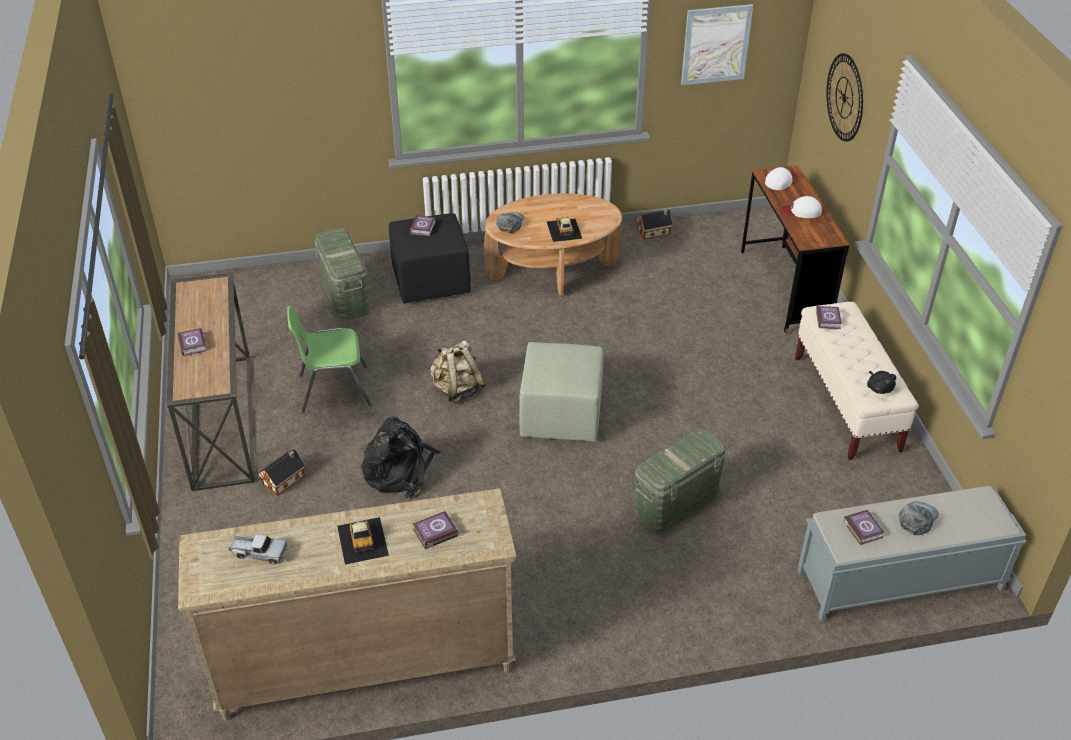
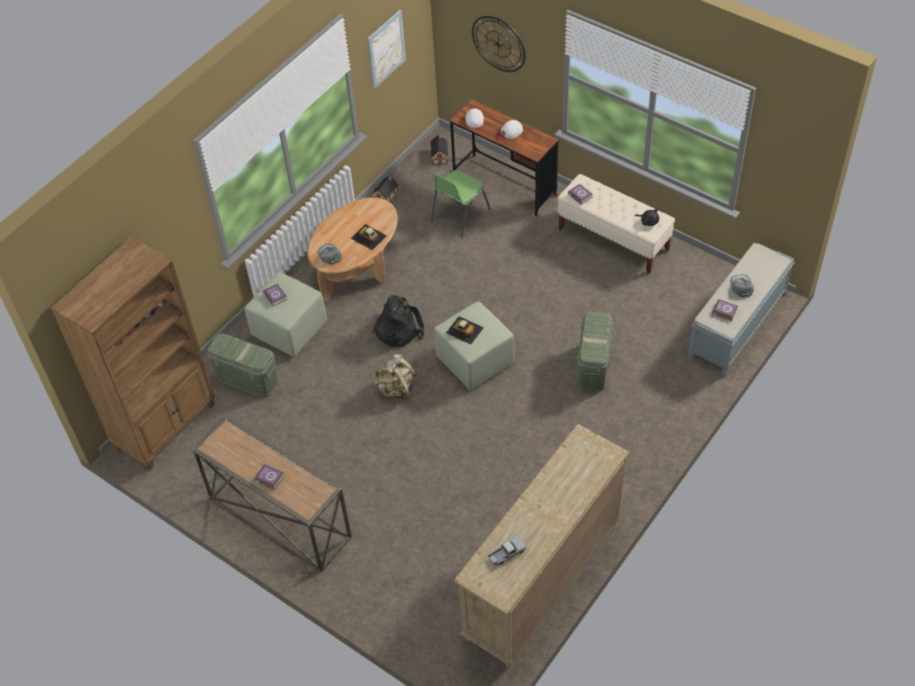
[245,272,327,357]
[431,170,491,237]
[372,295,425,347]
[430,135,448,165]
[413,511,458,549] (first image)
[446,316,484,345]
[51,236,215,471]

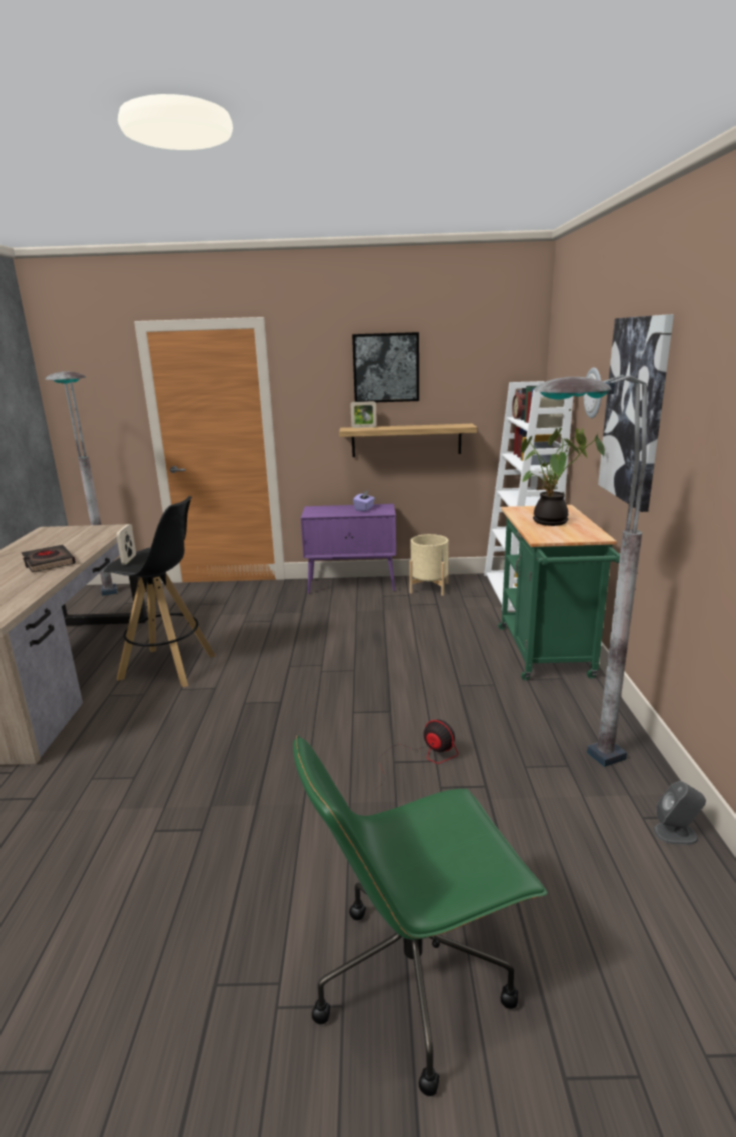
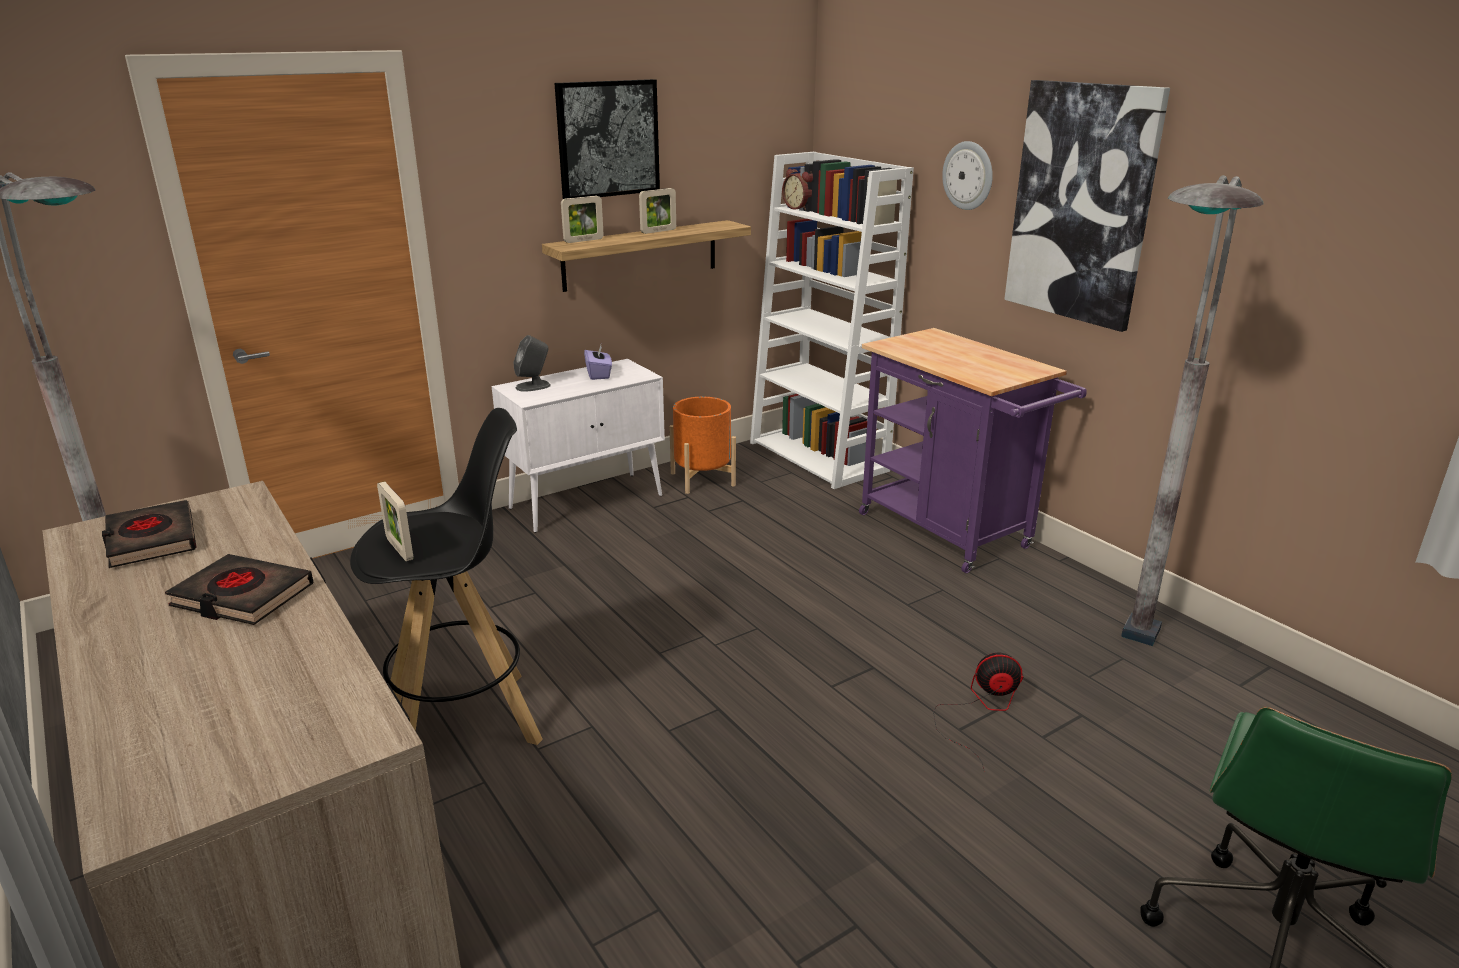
[521,428,605,526] (first image)
[492,359,665,533]
[859,328,1087,573]
[669,397,736,494]
[513,335,551,392]
[639,188,676,234]
[102,500,197,568]

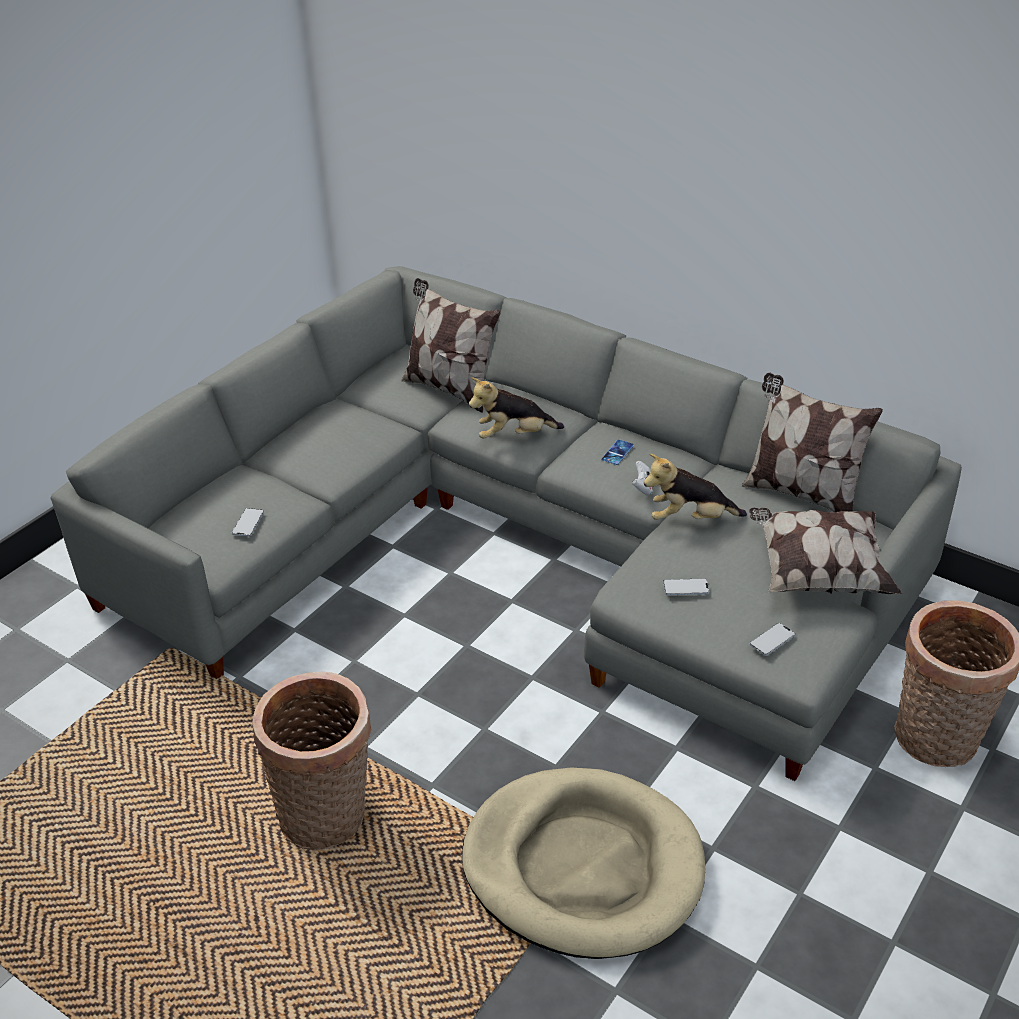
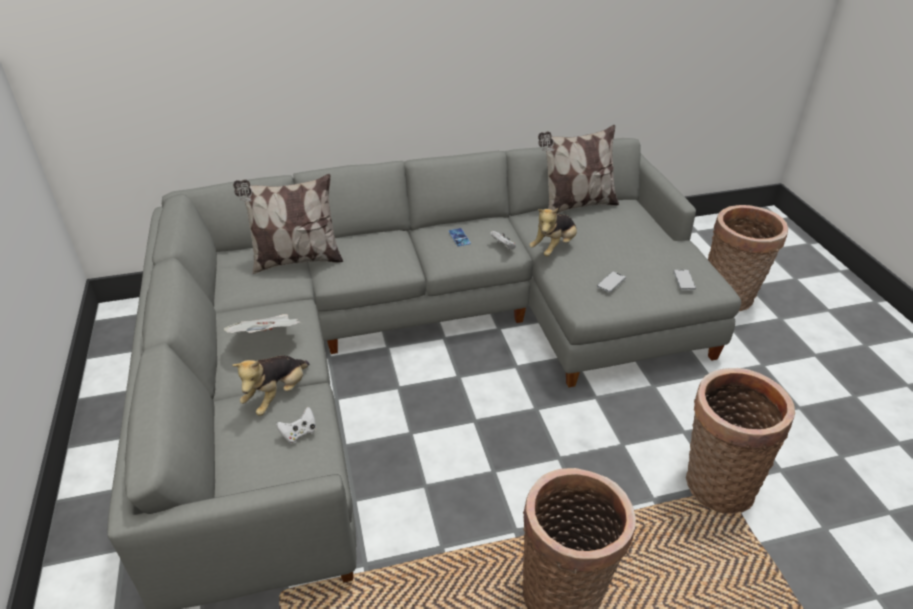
[232,355,309,416]
[749,507,902,594] (first image)
[276,407,316,444]
[686,368,795,514]
[224,314,301,333]

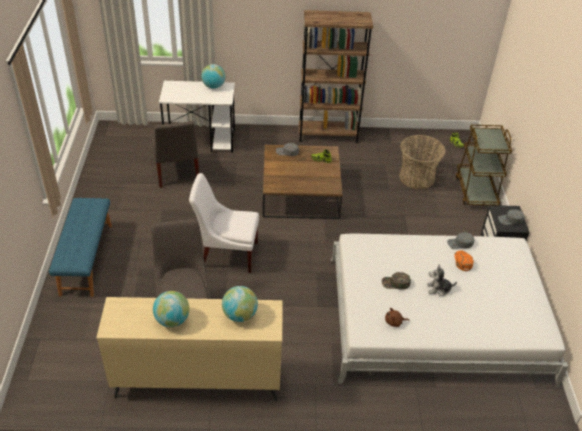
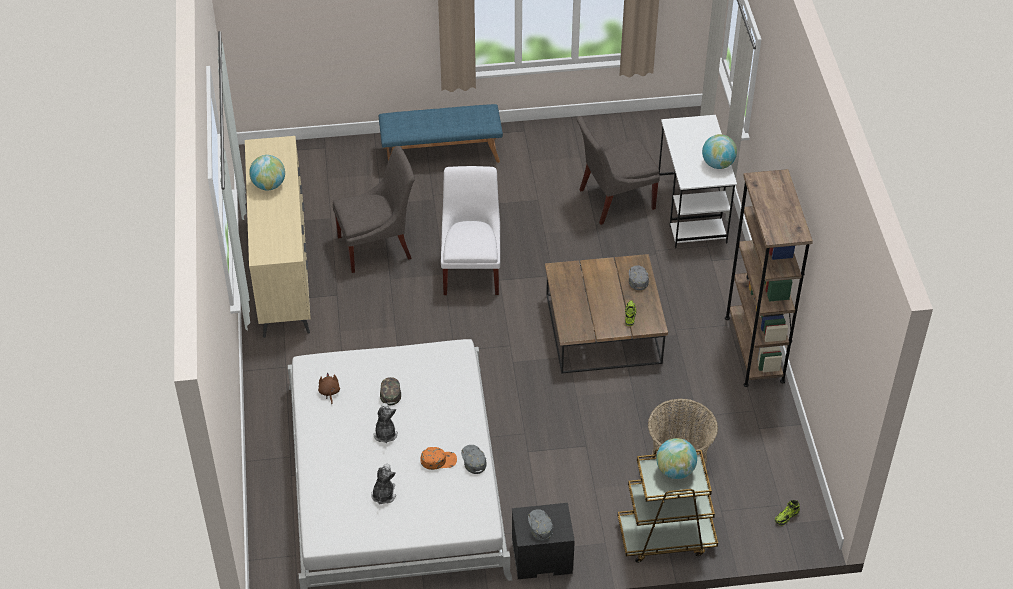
[656,438,697,479]
[371,464,396,505]

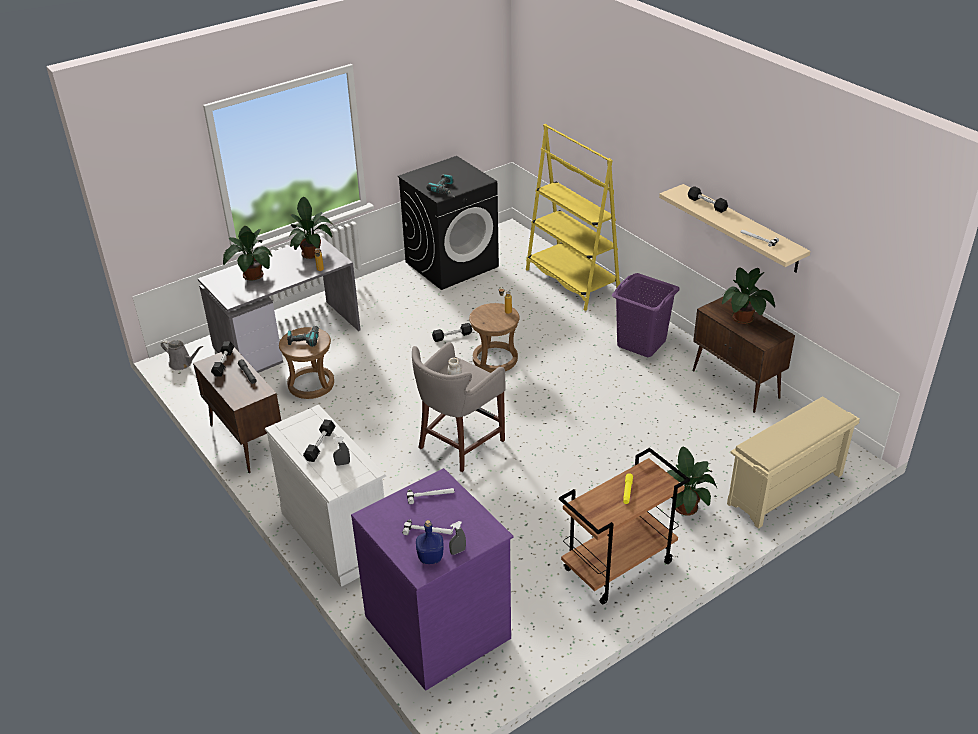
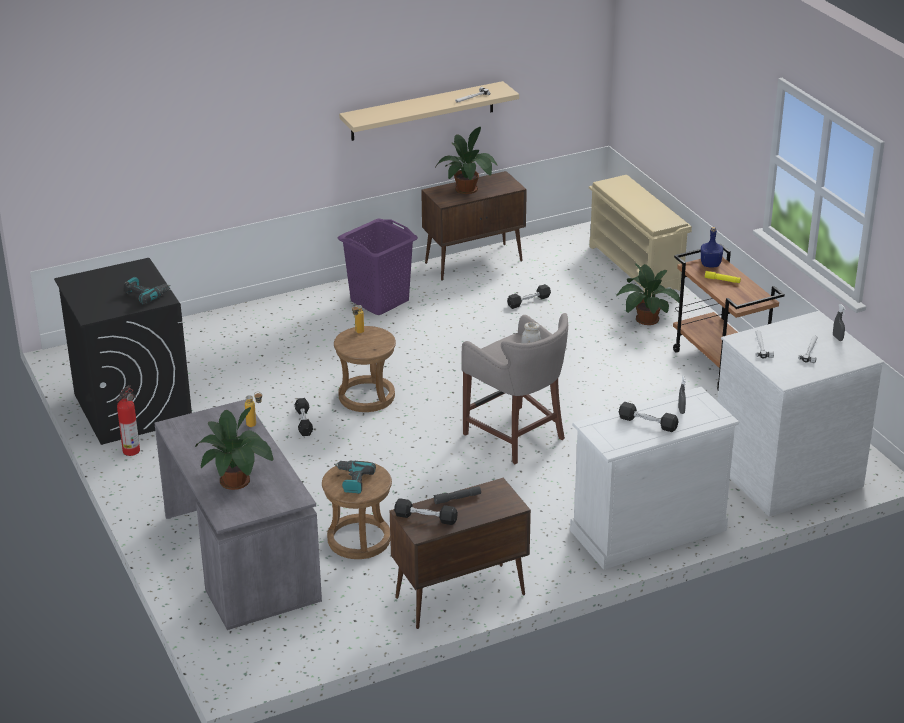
[526,124,620,311] (first image)
[507,284,551,309]
[288,197,332,259] (first image)
[161,340,203,370] (first image)
[717,311,884,517]
[701,227,723,267]
[116,385,140,456]

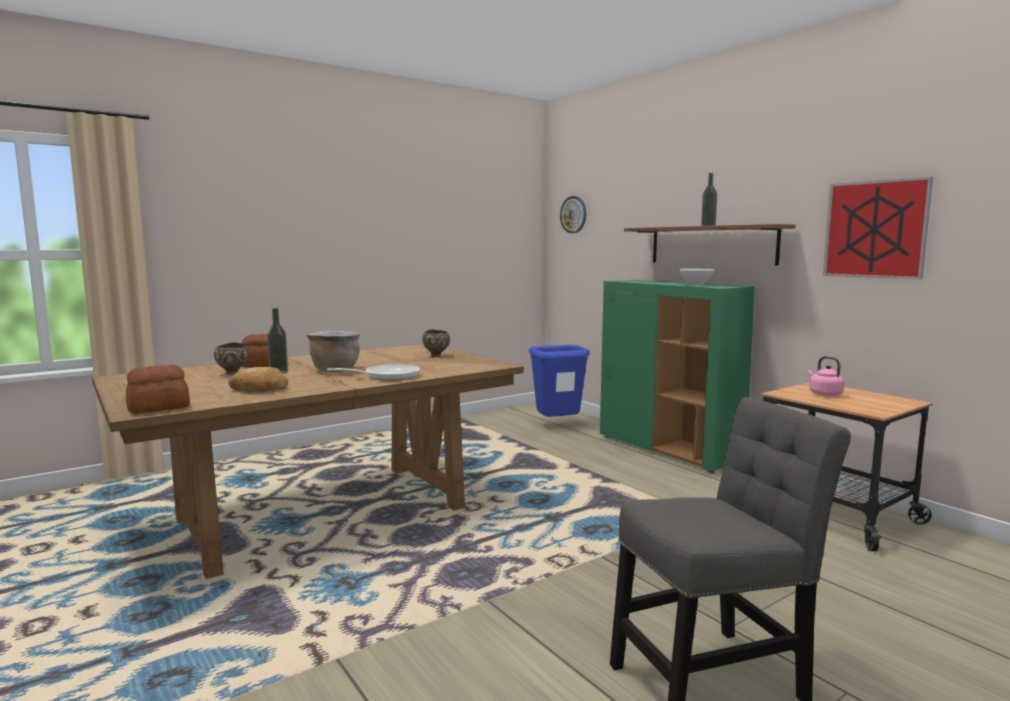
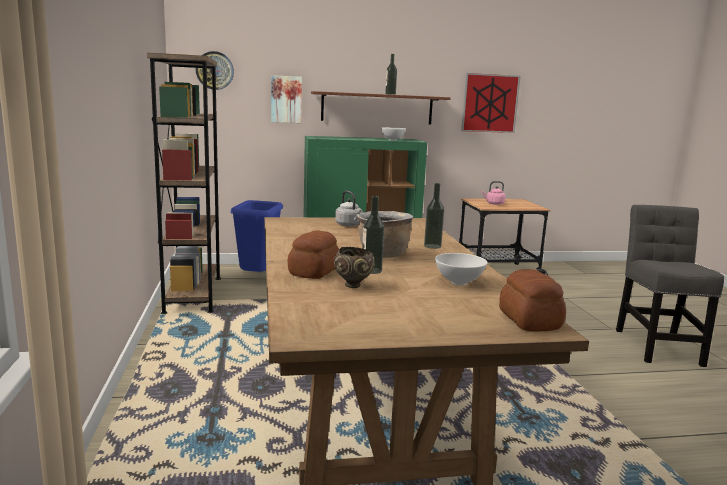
[335,191,363,226]
[424,183,444,249]
[435,253,488,286]
[147,53,221,314]
[271,75,302,123]

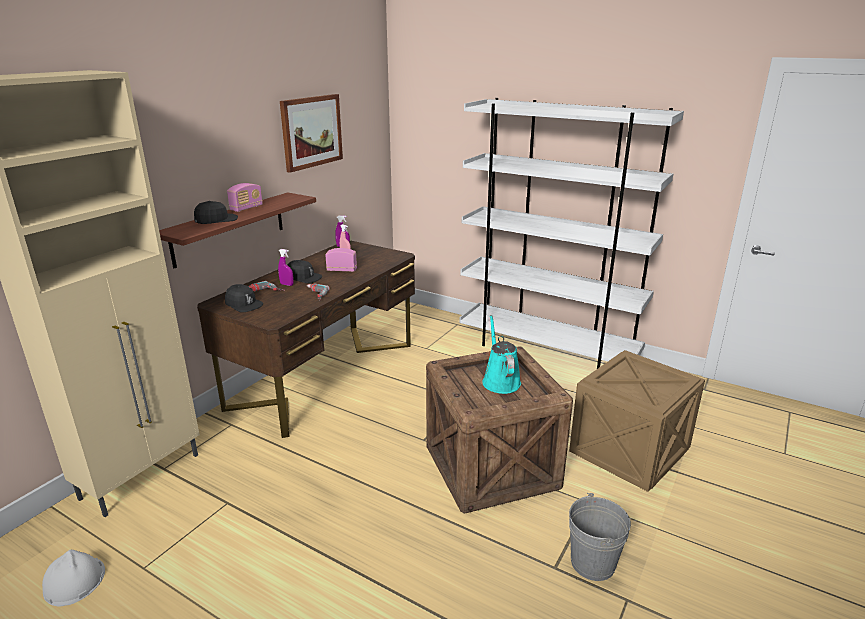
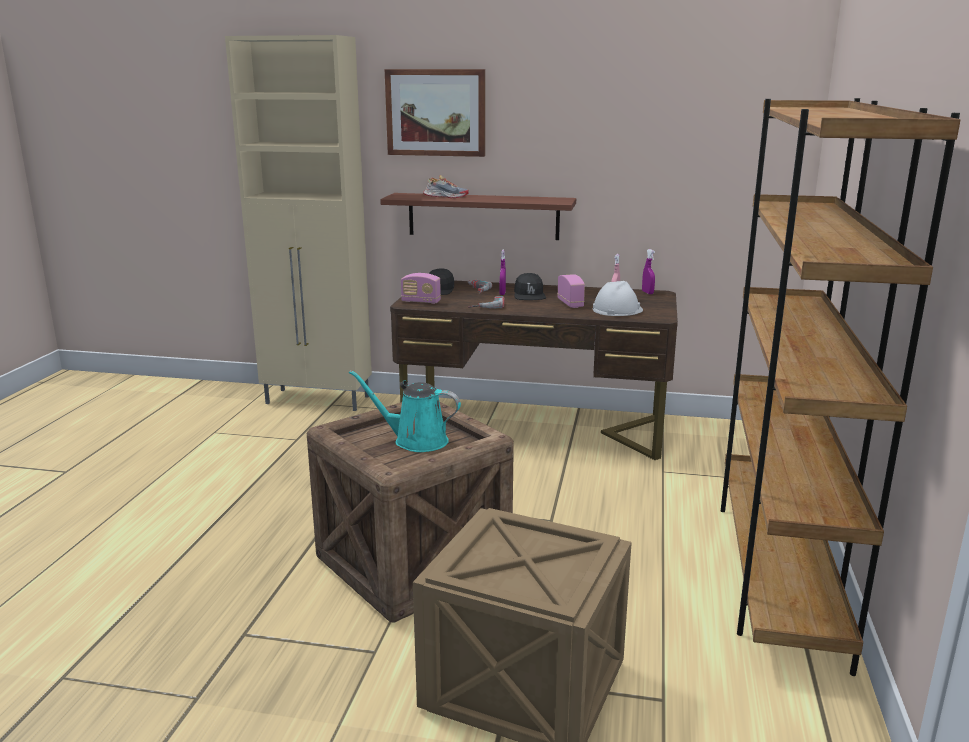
[385,69,485,157]
[721,98,961,676]
[401,273,441,304]
[423,175,469,198]
[349,370,461,452]
[569,493,631,581] (first image)
[593,281,643,316]

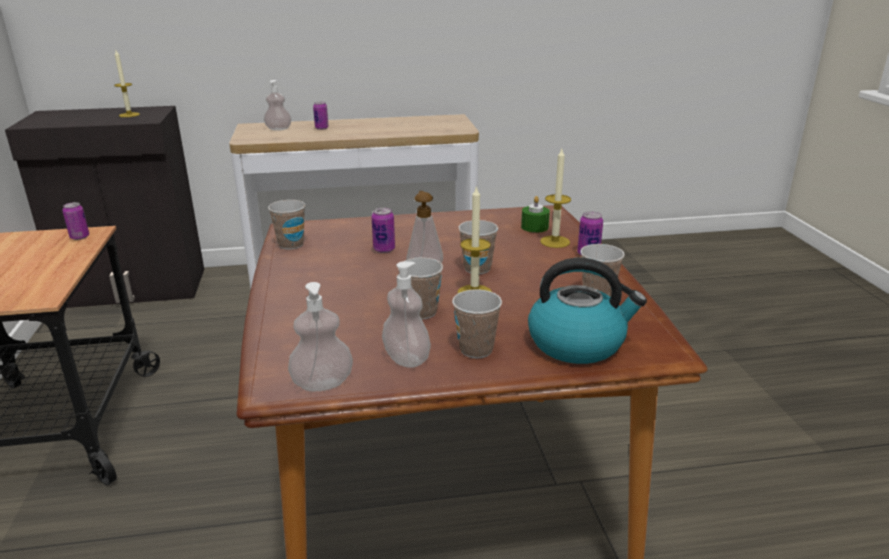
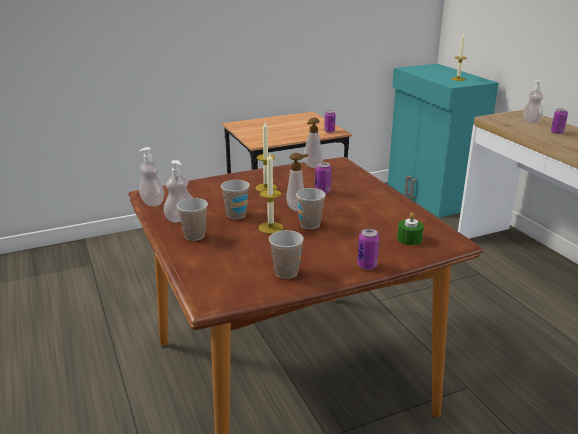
[388,64,499,218]
[256,122,277,192]
[303,118,323,168]
[528,258,647,364] (first image)

